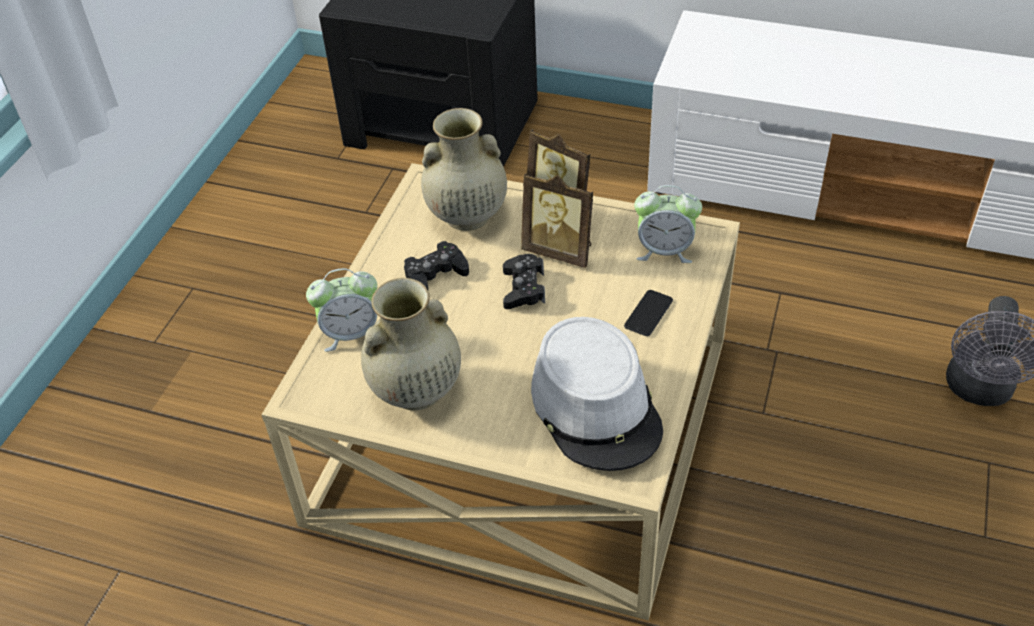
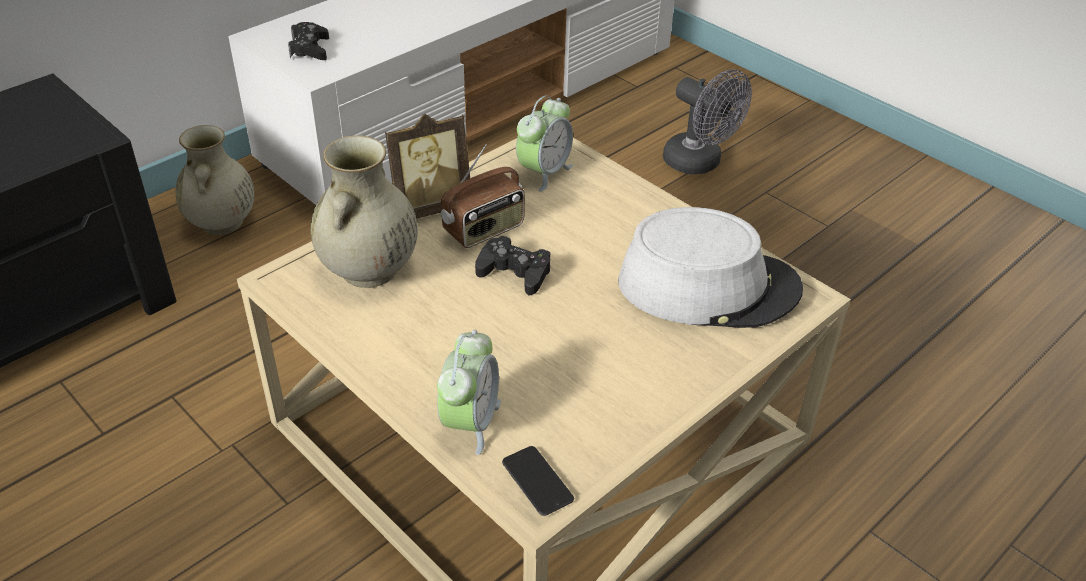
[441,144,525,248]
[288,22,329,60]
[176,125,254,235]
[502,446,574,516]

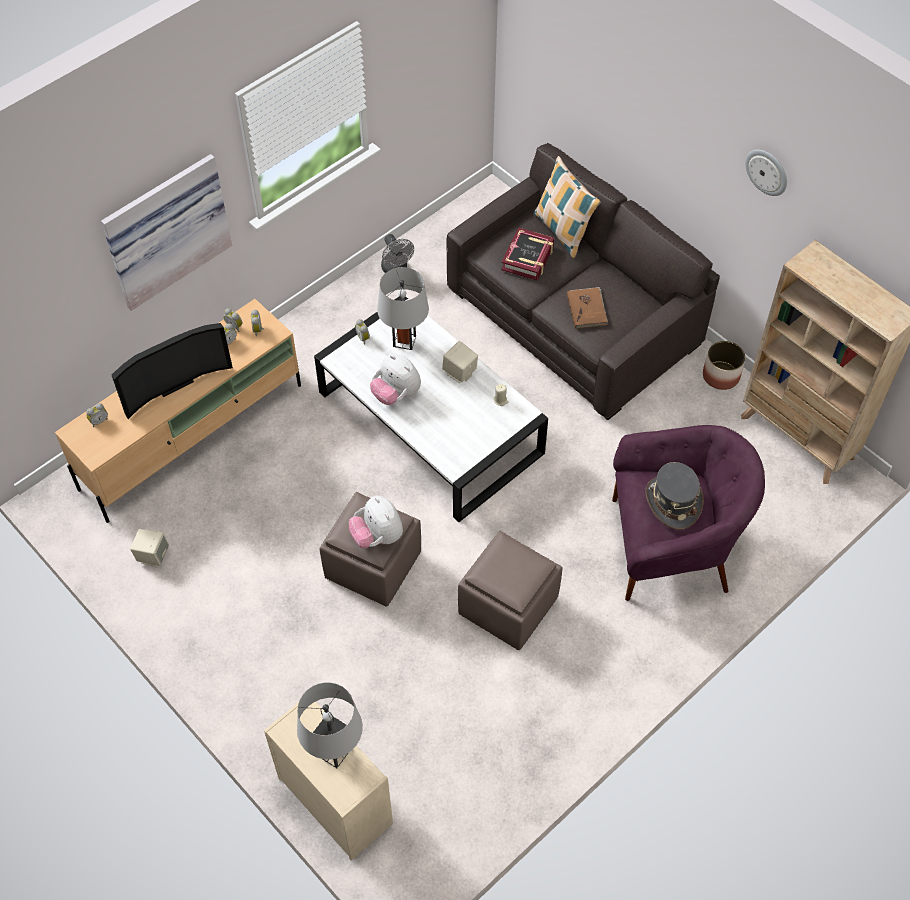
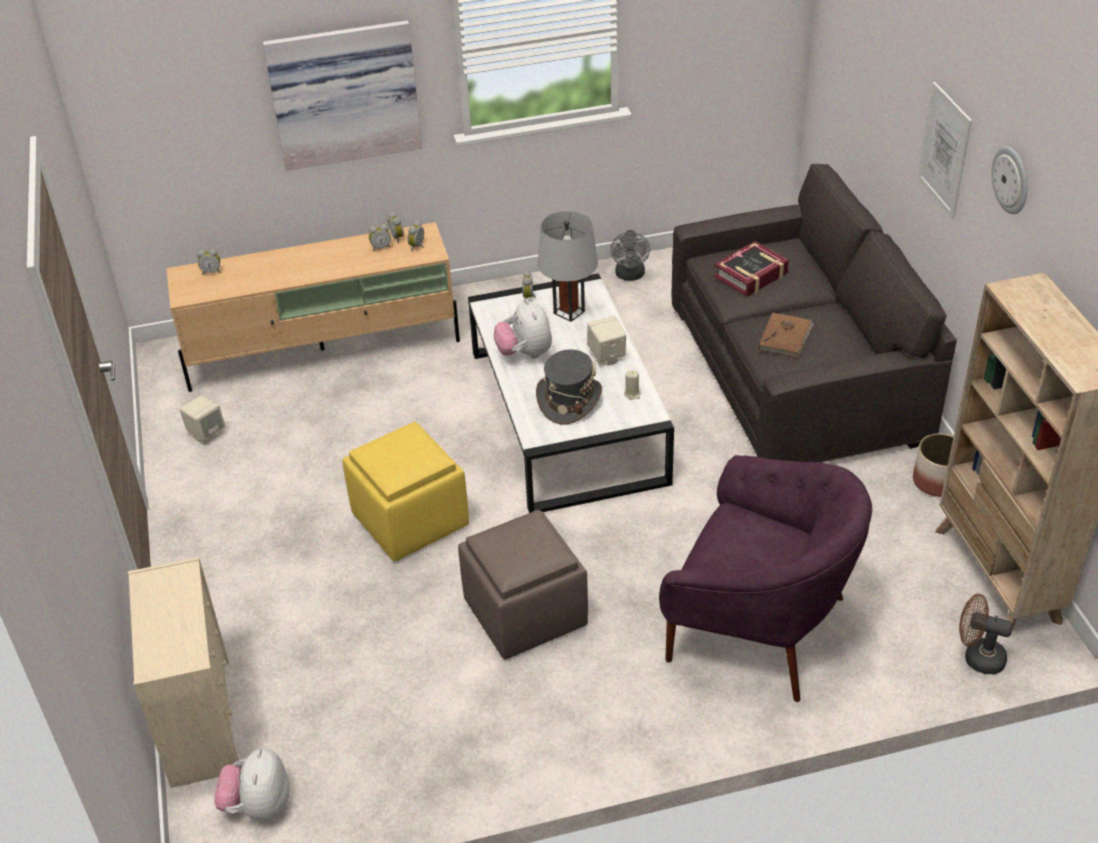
[534,156,601,258] (first image)
[112,323,233,419] (first image)
[536,349,602,425]
[342,422,469,562]
[214,748,289,820]
[297,683,363,768] (first image)
[917,82,972,219]
[959,594,1013,674]

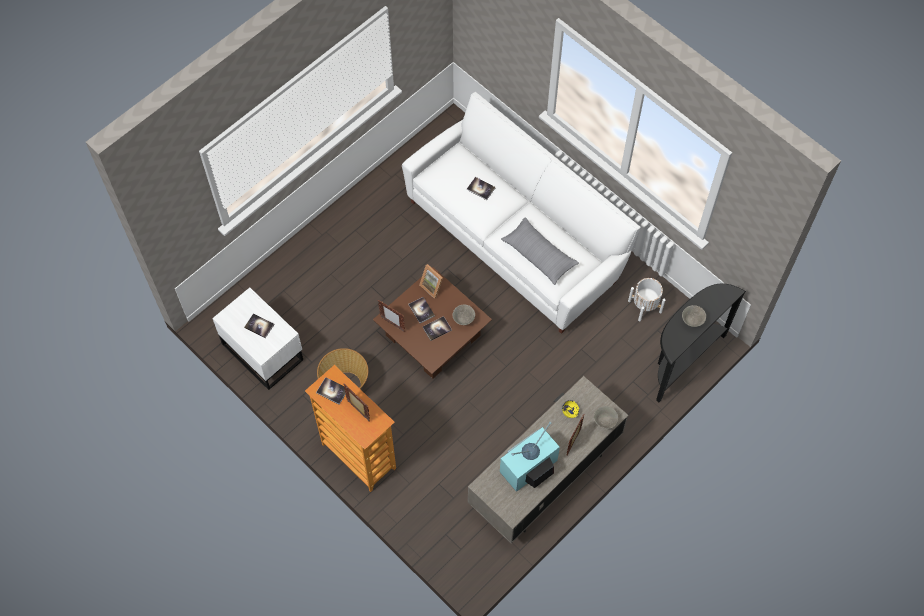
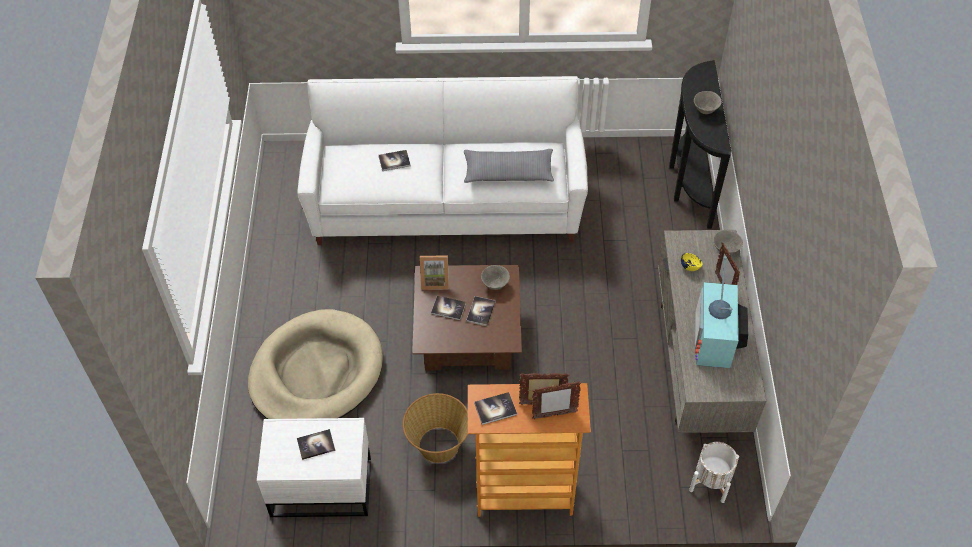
[689,442,739,503]
[532,381,581,419]
[248,309,383,419]

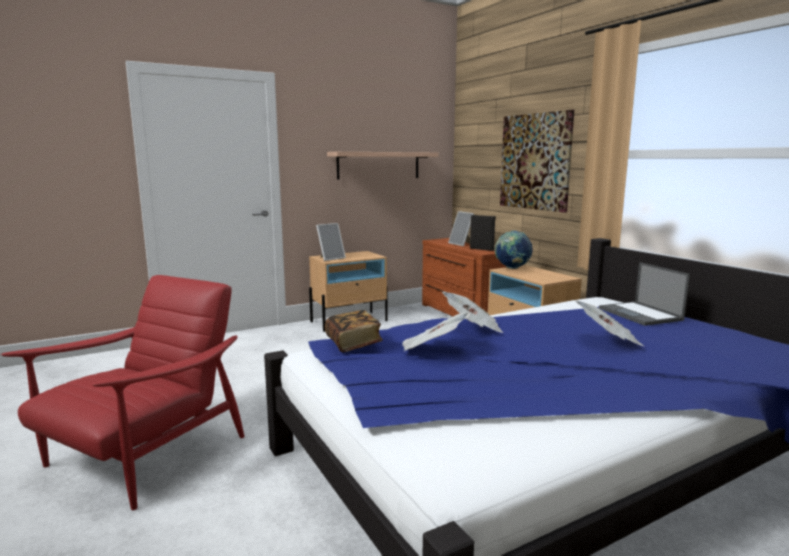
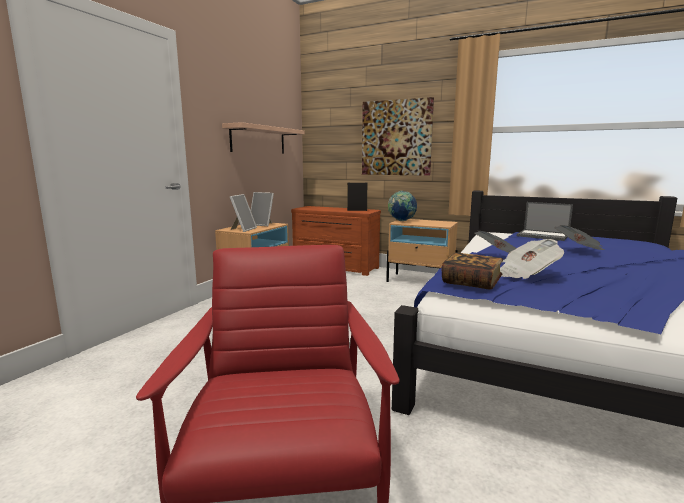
[251,192,274,226]

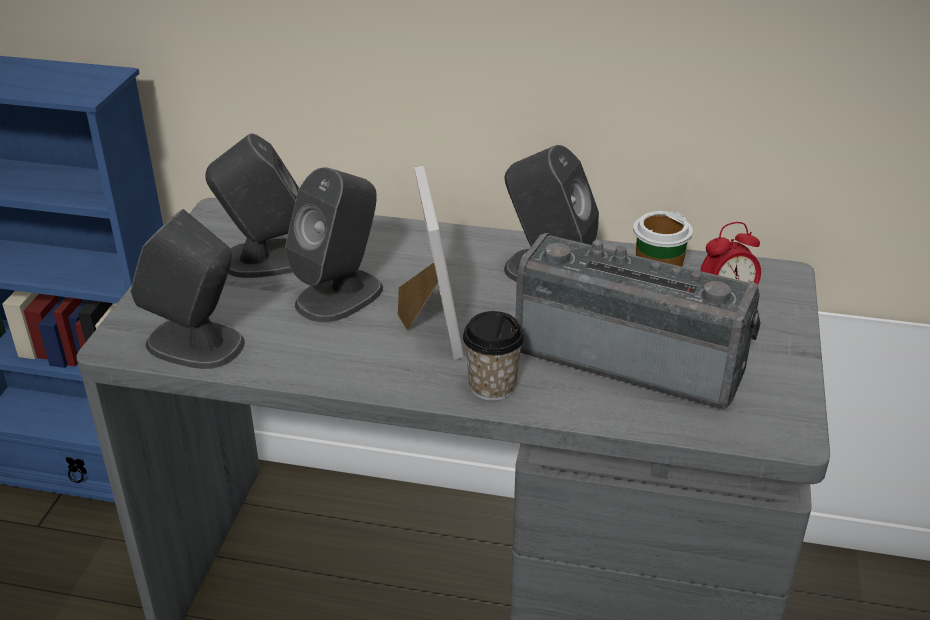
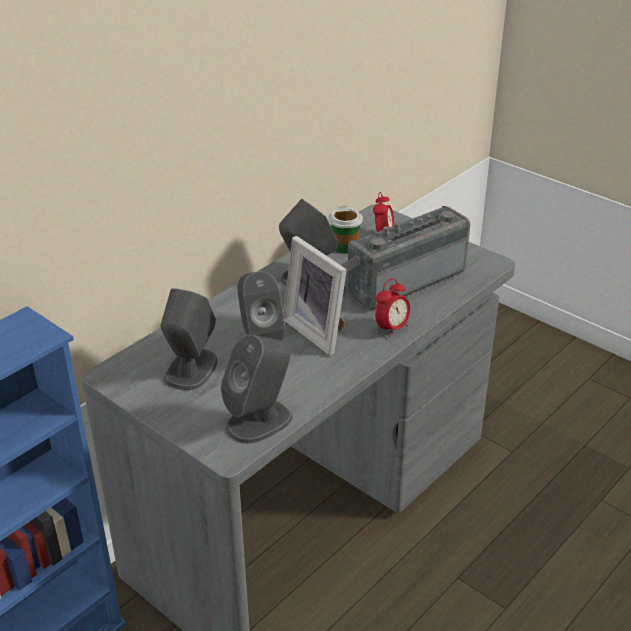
[283,236,347,355]
[375,278,410,337]

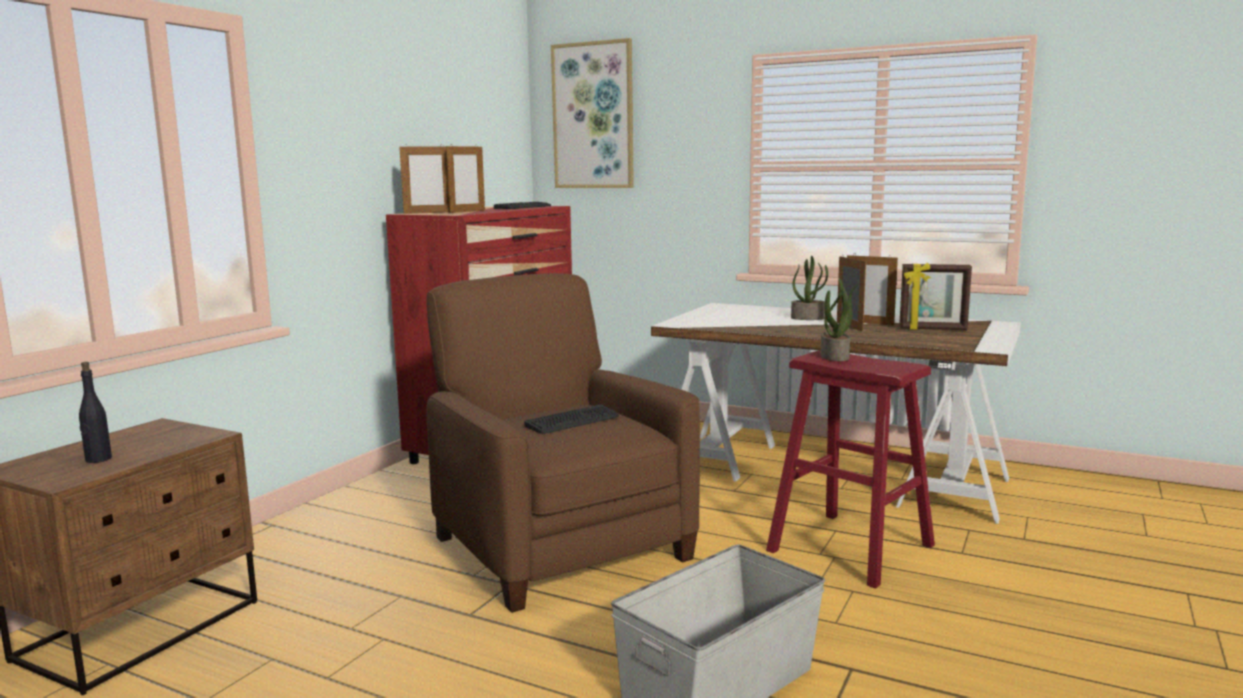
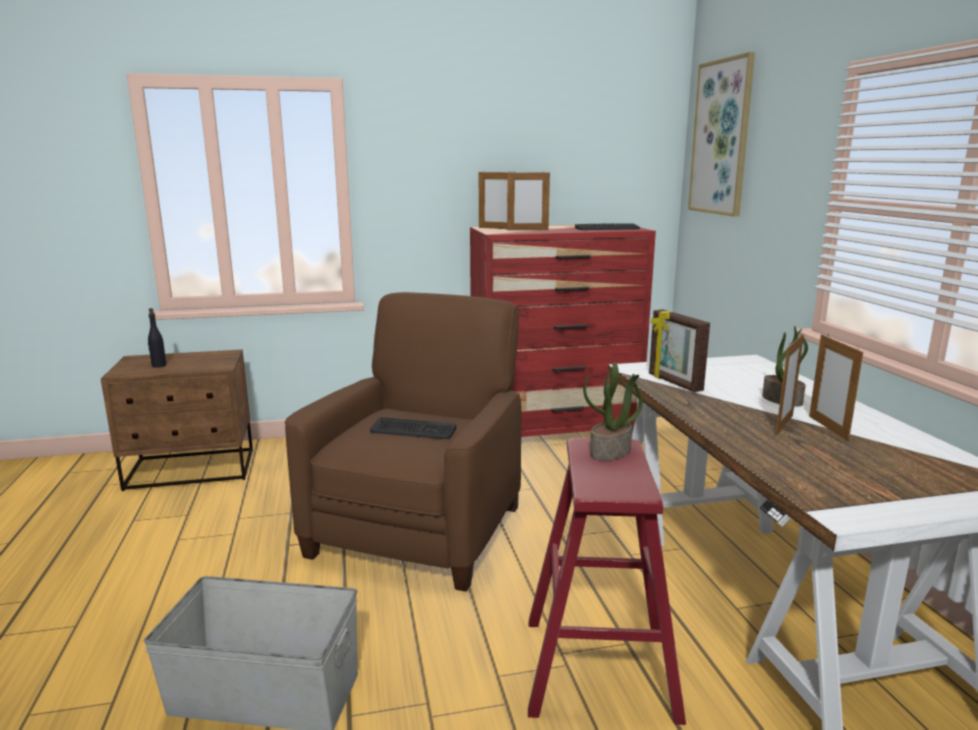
[649,309,710,392]

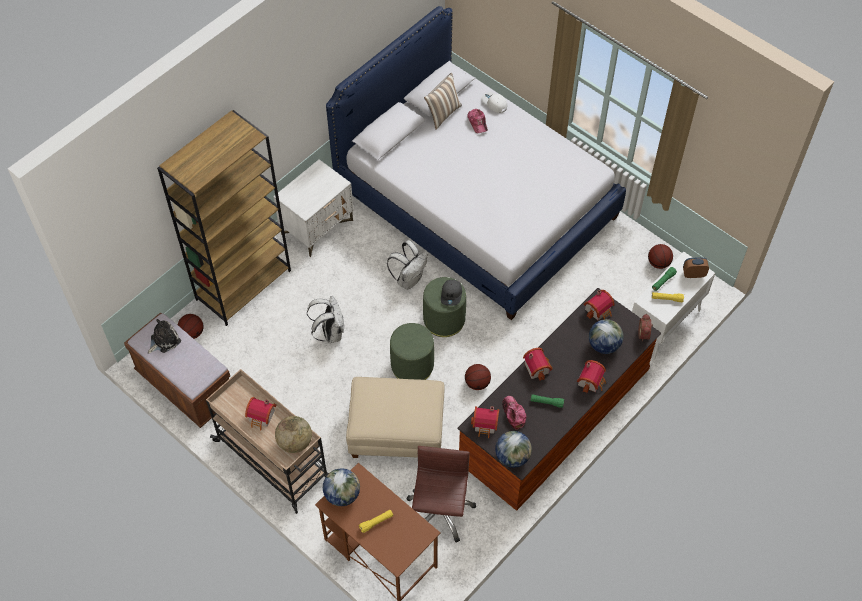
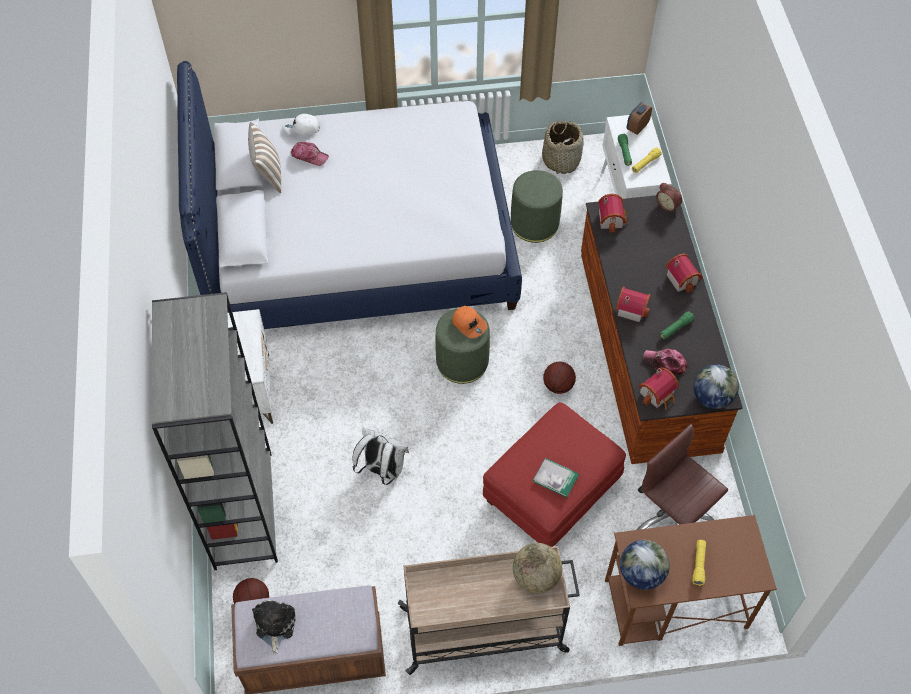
[152,292,278,570]
[387,240,428,290] (first image)
[542,121,584,174]
[452,306,487,338]
[589,319,623,354] (first image)
[511,170,563,243]
[483,402,626,547]
[245,397,277,431] (first image)
[533,458,579,498]

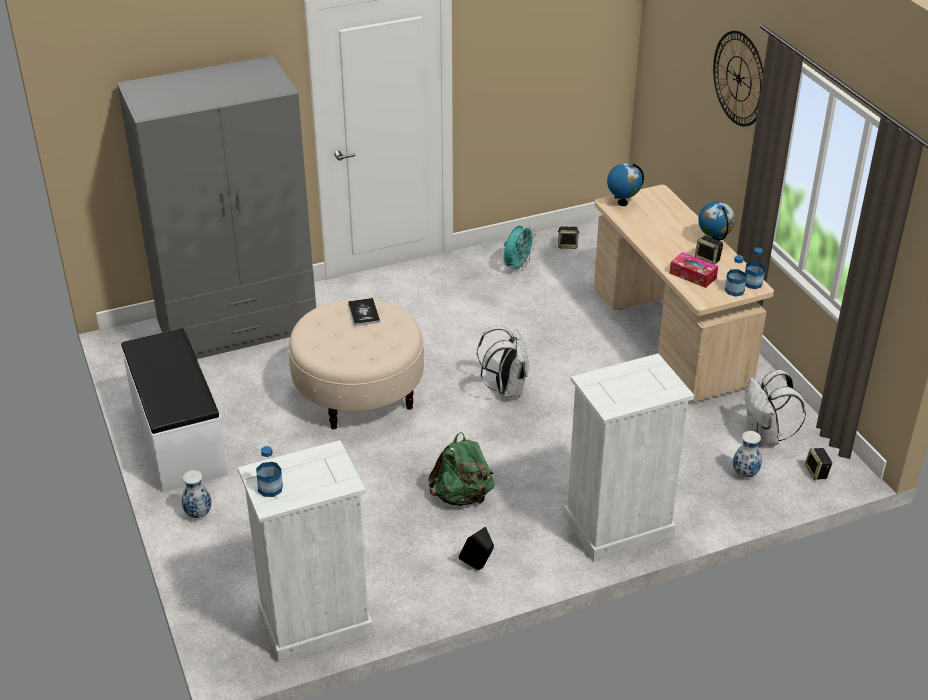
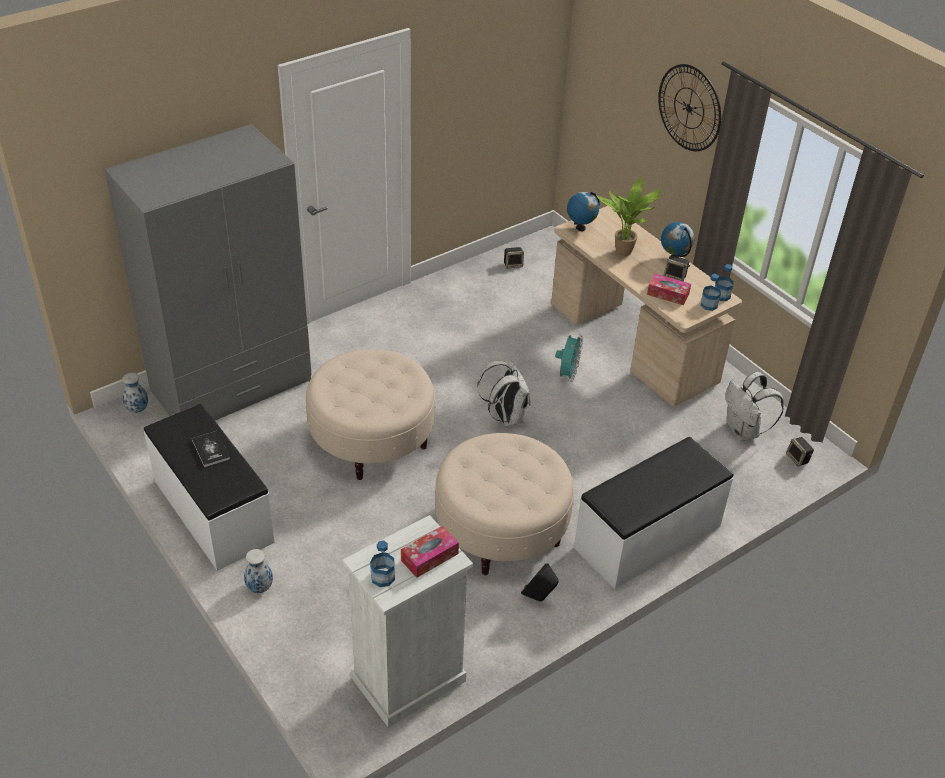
[555,334,583,382]
[192,431,230,467]
[574,437,734,589]
[122,373,148,413]
[435,433,574,575]
[596,176,662,256]
[401,526,459,578]

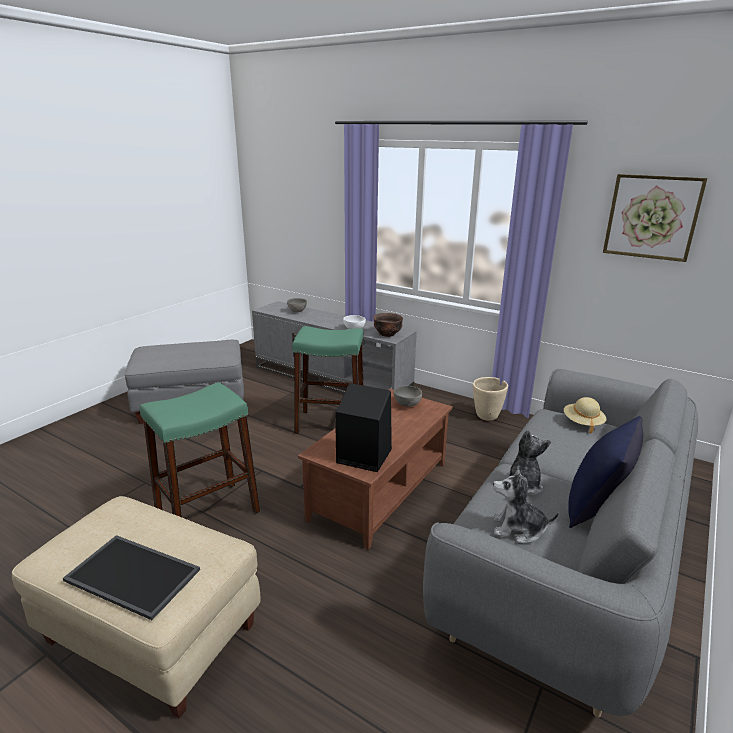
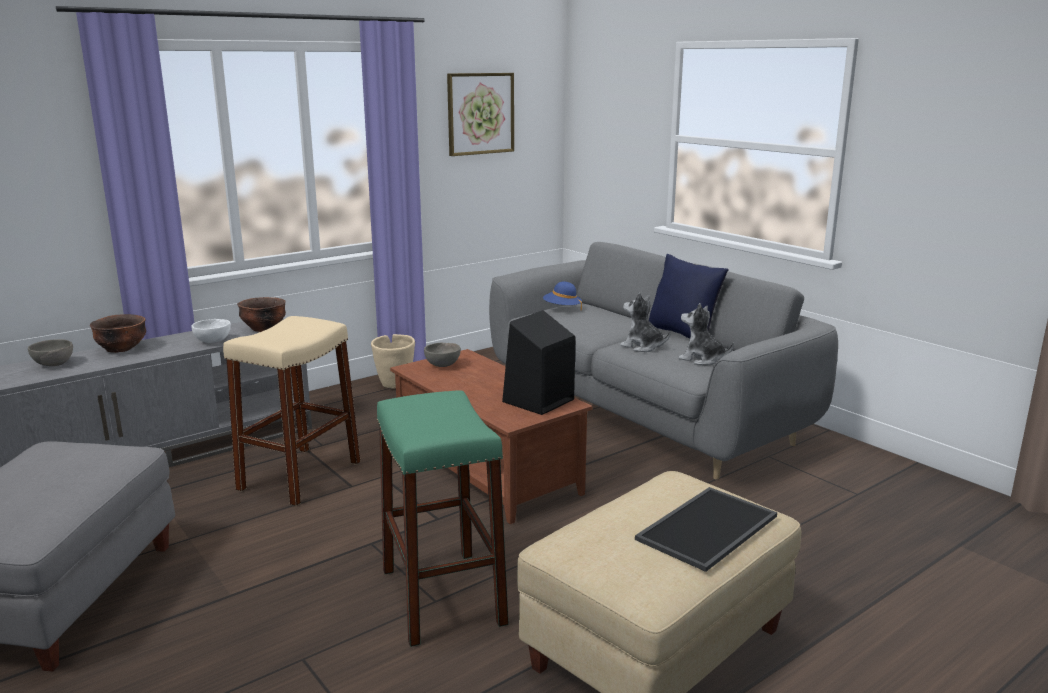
[223,316,361,506]
[543,282,582,311]
[678,303,734,366]
[90,314,146,353]

